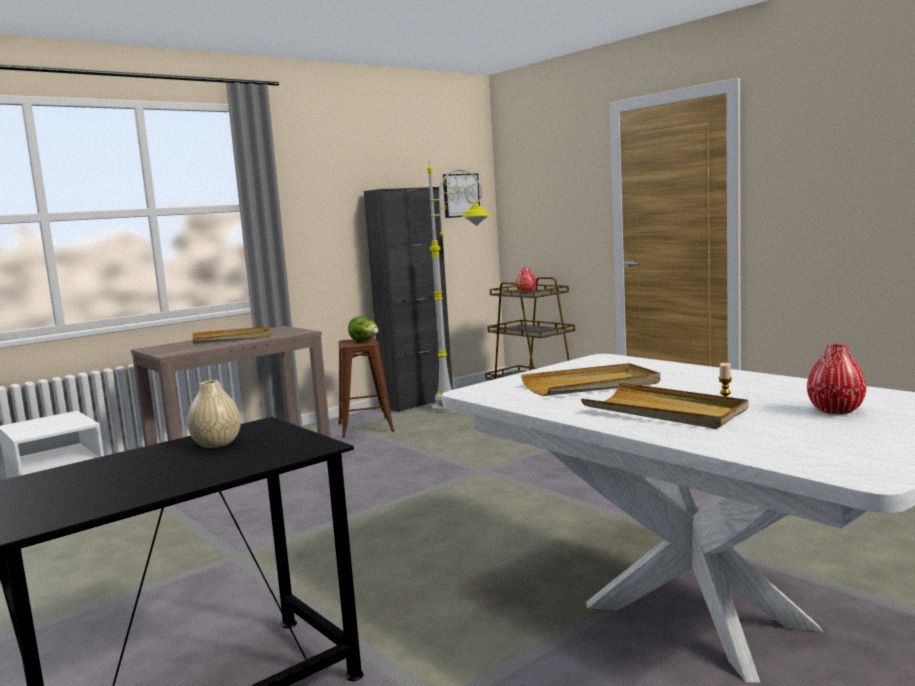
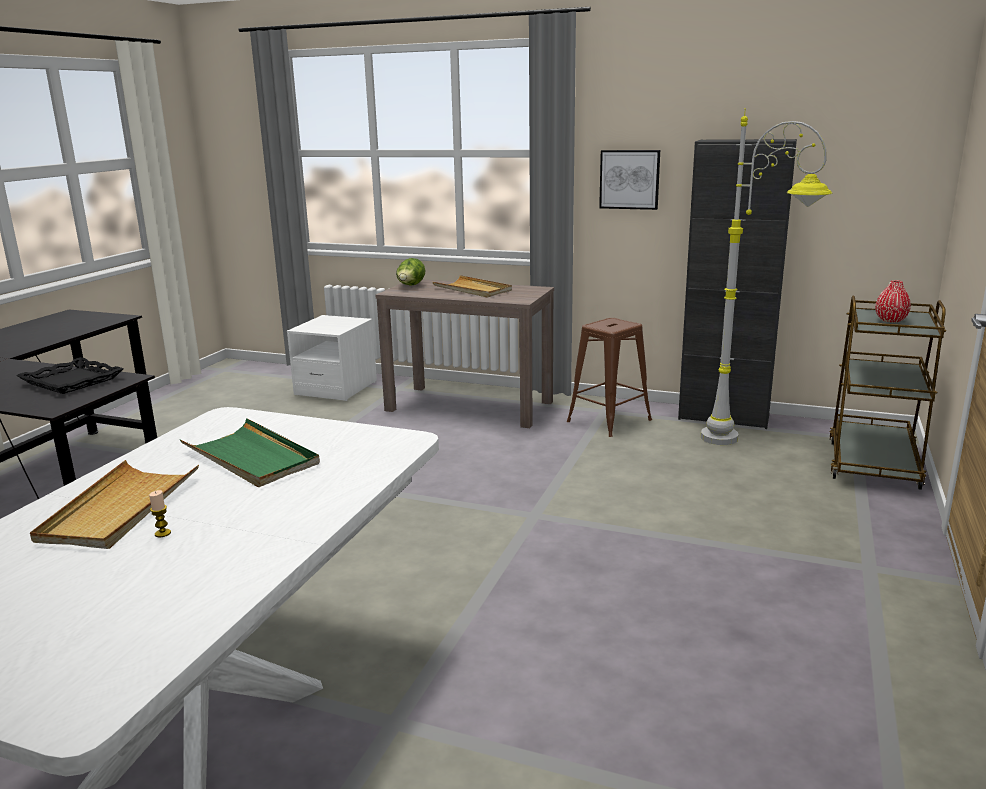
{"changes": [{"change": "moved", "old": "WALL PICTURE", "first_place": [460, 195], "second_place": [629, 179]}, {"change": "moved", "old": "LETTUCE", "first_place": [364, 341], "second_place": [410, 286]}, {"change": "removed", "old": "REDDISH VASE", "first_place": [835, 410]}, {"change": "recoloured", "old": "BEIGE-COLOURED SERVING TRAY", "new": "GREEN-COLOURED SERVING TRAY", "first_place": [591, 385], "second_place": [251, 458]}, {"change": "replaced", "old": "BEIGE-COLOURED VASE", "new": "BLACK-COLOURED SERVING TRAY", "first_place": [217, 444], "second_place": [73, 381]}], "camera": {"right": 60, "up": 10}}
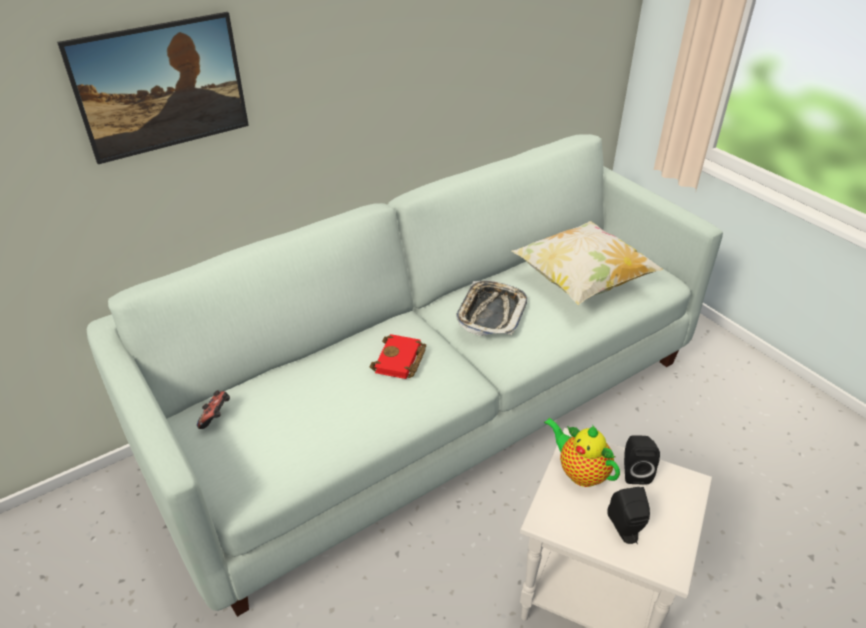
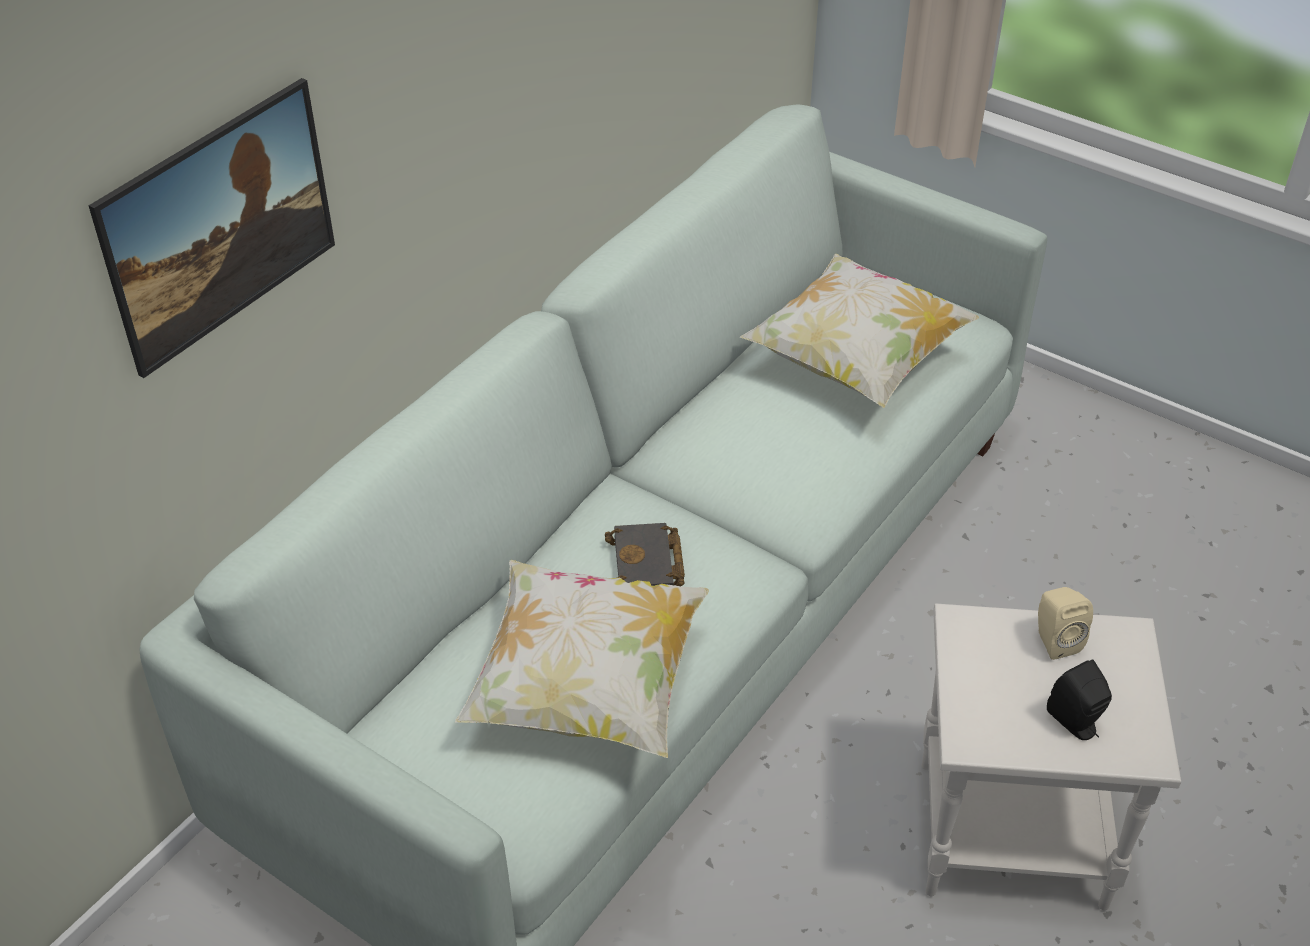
{"changes": [{"change": "removed", "old": "SERVING TRAY", "first_place": [491, 313]}, {"change": "recoloured", "old": "REDDISH BOOK", "new": "BLACK-COLOURED BOOK", "first_place": [400, 361], "second_place": [648, 566]}, {"change": "removed", "old": "JOYPAD", "first_place": [216, 417]}, {"change": "removed", "old": "POT FOR TEA", "first_place": [580, 472]}, {"change": "recoloured", "old": "BLACK-COLOURED AUDIO SPEAKER", "new": "BEIGE-COLOURED AUDIO SPEAKER", "first_place": [634, 472], "second_place": [1054, 640]}, {"change": "added", "new": "THROW PILLOW", "second_place": [587, 687]}], "camera": {"right": -20, "up": 5}}
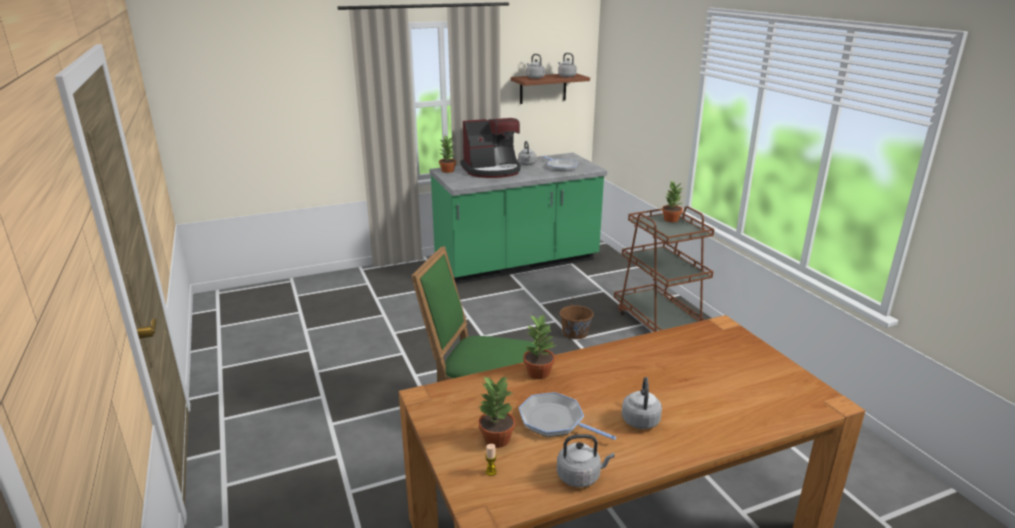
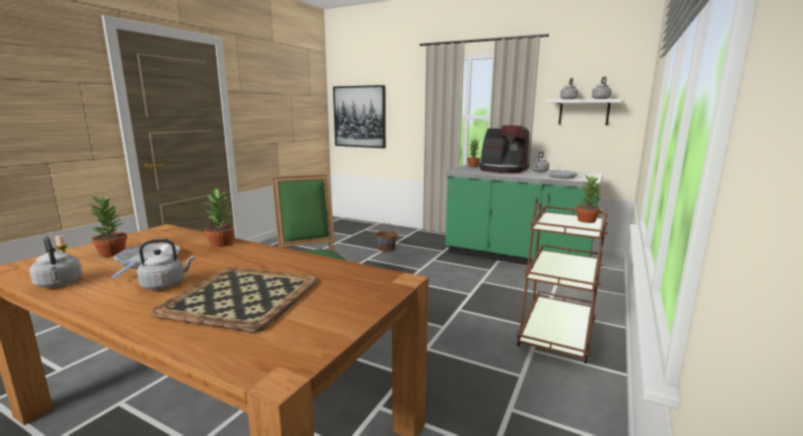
{"changes": [{"change": "recoloured", "old": "BROWN BRACKET SHELF", "new": "WHITE BRACKET SHELF", "first_place": [543, 88], "second_place": [583, 112]}, {"change": "moved", "old": "BROWN PAIL", "first_place": [575, 333], "second_place": [386, 248]}, {"change": "added", "new": "WALL PICTURE", "second_place": [359, 117]}, {"change": "added", "new": "SERVING TRAY", "second_place": [240, 297]}], "camera": {"right": 50, "up": -10}}
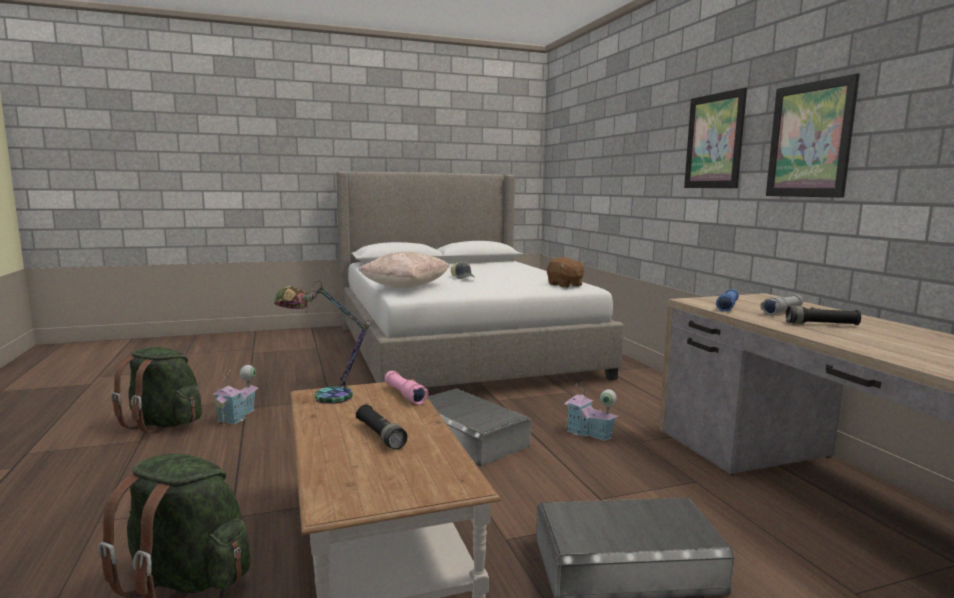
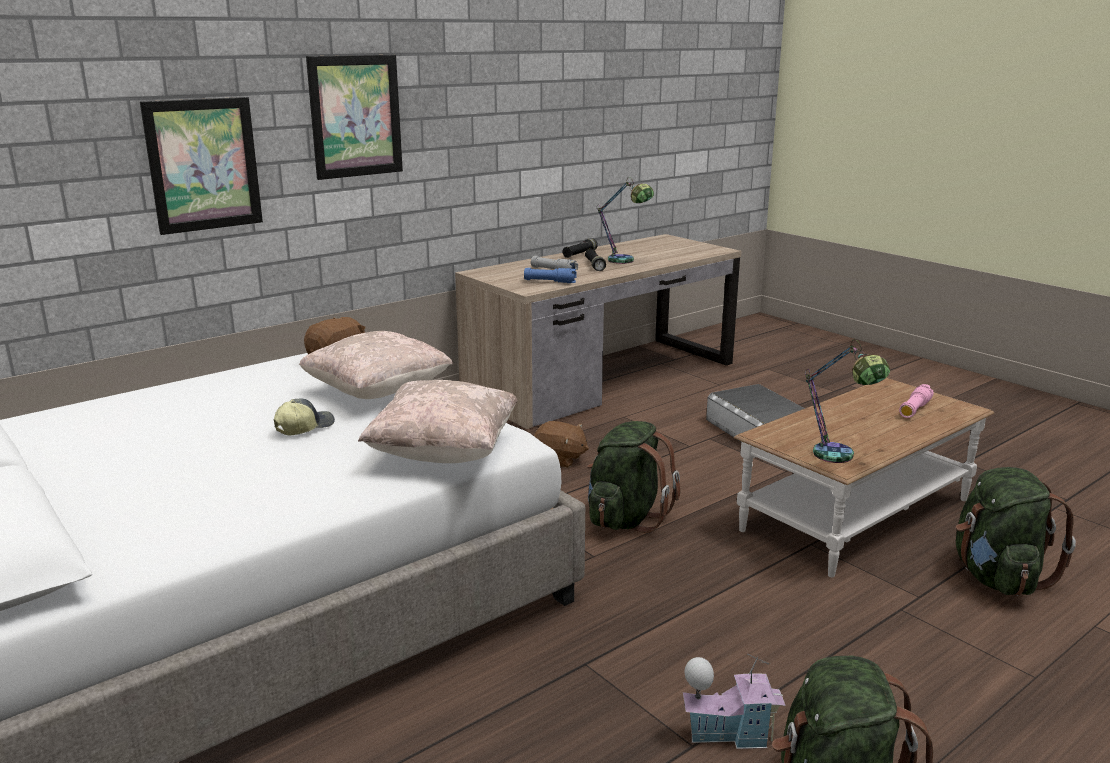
{"changes": [{"change": "moved", "old": "WALL PICTURE", "first_place": [809, 140], "second_place": [203, 165]}, {"change": "moved", "old": "PINKISH HAND TORCH", "first_place": [405, 395], "second_place": [914, 409]}, {"change": "replaced", "old": "TOY HOUSE", "new": "BROWN PLUSH TOY", "first_place": [588, 433], "second_place": [559, 459]}, {"change": "replaced", "old": "GREYISH STORAGE BIN", "new": "GREEN-COLOURED RUCKSACK", "first_place": [467, 437], "second_place": [626, 518]}, {"change": "moved", "old": "BLACK-COLOURED HAND TORCH", "first_place": [380, 435], "second_place": [579, 254]}, {"change": "added", "new": "TABLE LAMP", "second_place": [625, 262]}, {"change": "added", "new": "BEIGE-COLOURED THROW PILLOW", "second_place": [377, 392]}], "camera": {"right": -110, "up": 10}}
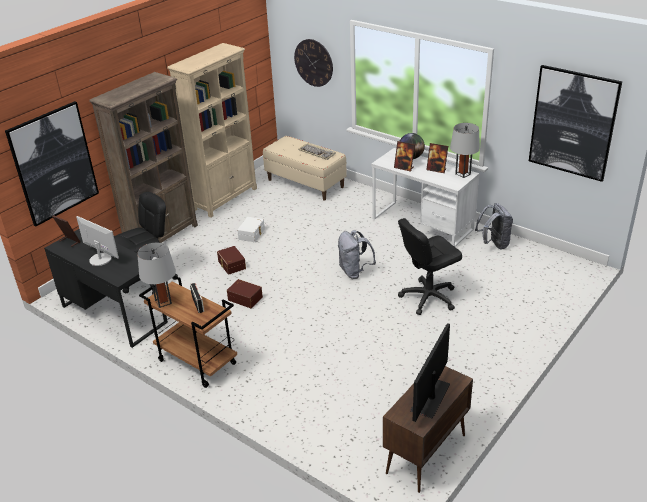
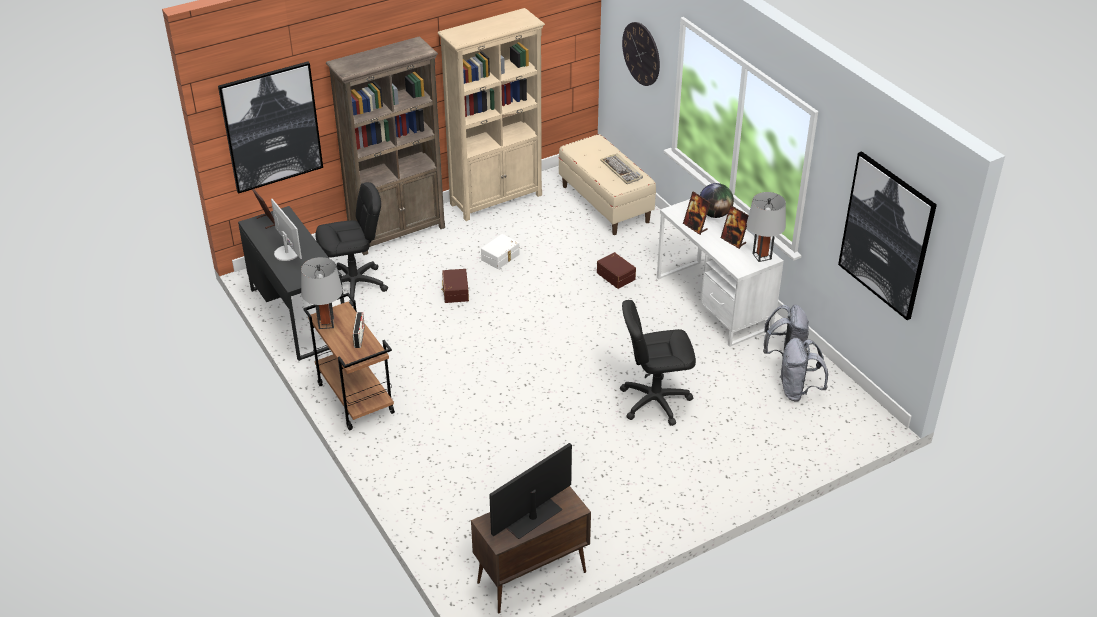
{"changes": [{"change": "moved", "old": "GREYISH RUCKSACK", "first_place": [355, 272], "second_place": [798, 391]}, {"change": "moved", "old": "BROWN STORAGE BIN", "first_place": [245, 298], "second_place": [616, 275]}], "camera": {"right": 20, "up": 5}}
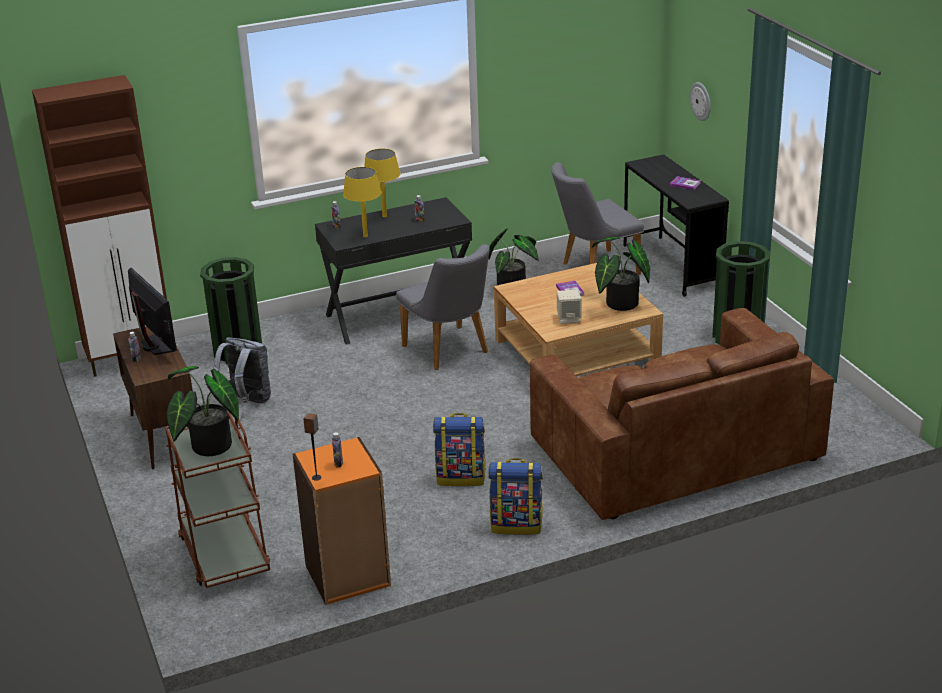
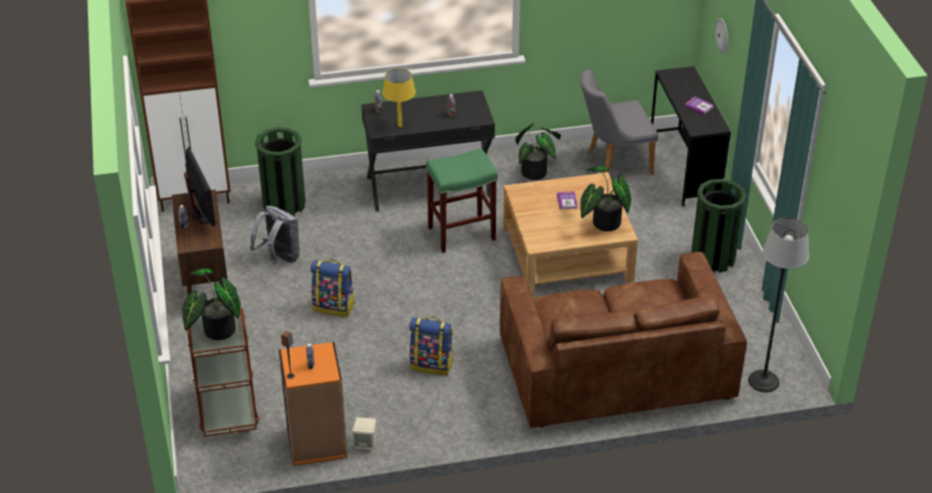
{"changes": [{"change": "removed", "old": "YELLOWISH TABLE LAMP", "first_place": [384, 216]}, {"change": "replaced", "old": "GREYISH CHAIR", "new": "GREEN-COLOURED STOOL SEAT", "first_place": [450, 352], "second_place": [460, 234]}, {"change": "moved", "old": "BEIGE-COLOURED AUDIO SPEAKER", "first_place": [569, 318], "second_place": [365, 443]}, {"change": "moved", "old": "RUCKSACK", "first_place": [517, 524], "second_place": [334, 306]}, {"change": "added", "new": "STANDARD LAMP", "second_place": [763, 381]}], "camera": {"right": 10, "up": 10}}
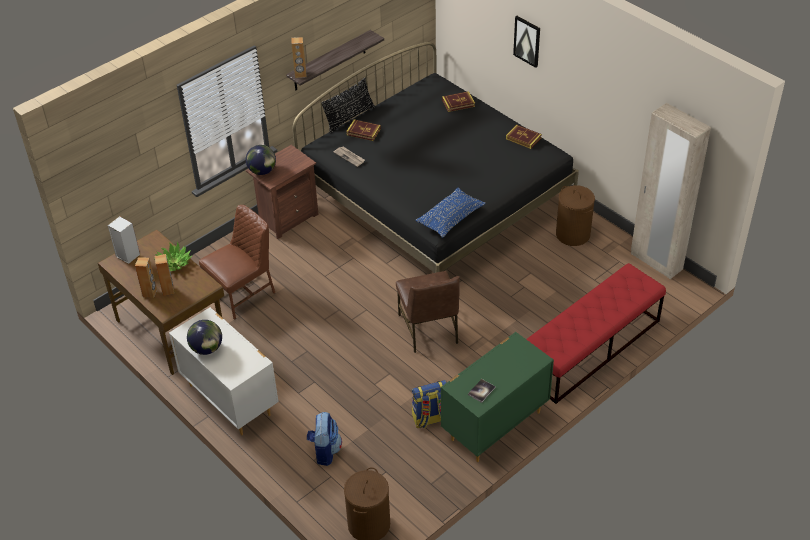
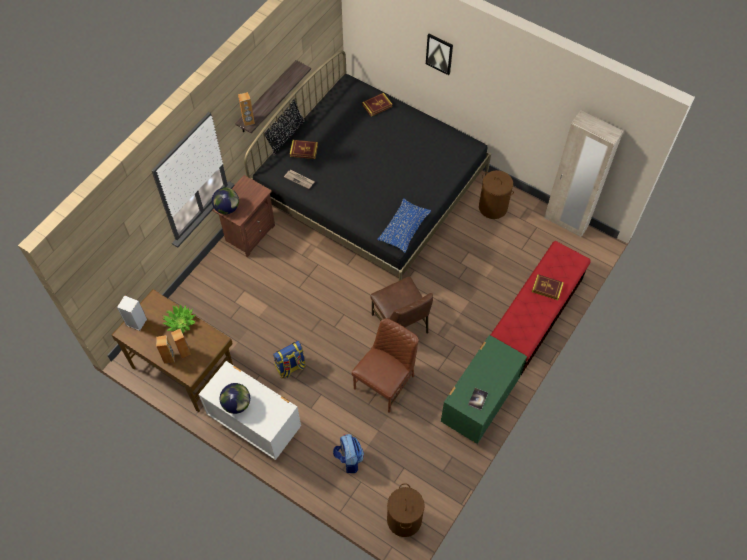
{"changes": [{"change": "moved", "old": "BOOK", "first_place": [523, 138], "second_place": [547, 288]}, {"change": "moved", "old": "BROWN CHAIR", "first_place": [243, 293], "second_place": [385, 382]}, {"change": "moved", "old": "RUCKSACK", "first_place": [430, 419], "second_place": [290, 367]}], "camera": {"right": -15, "up": 15}}
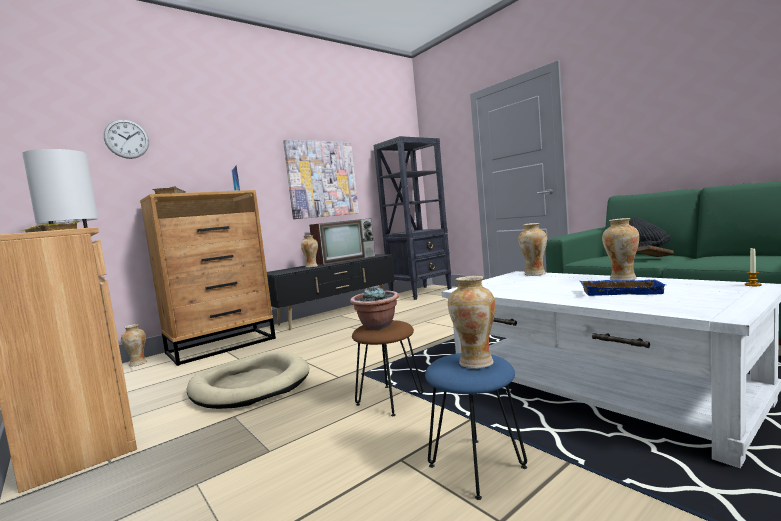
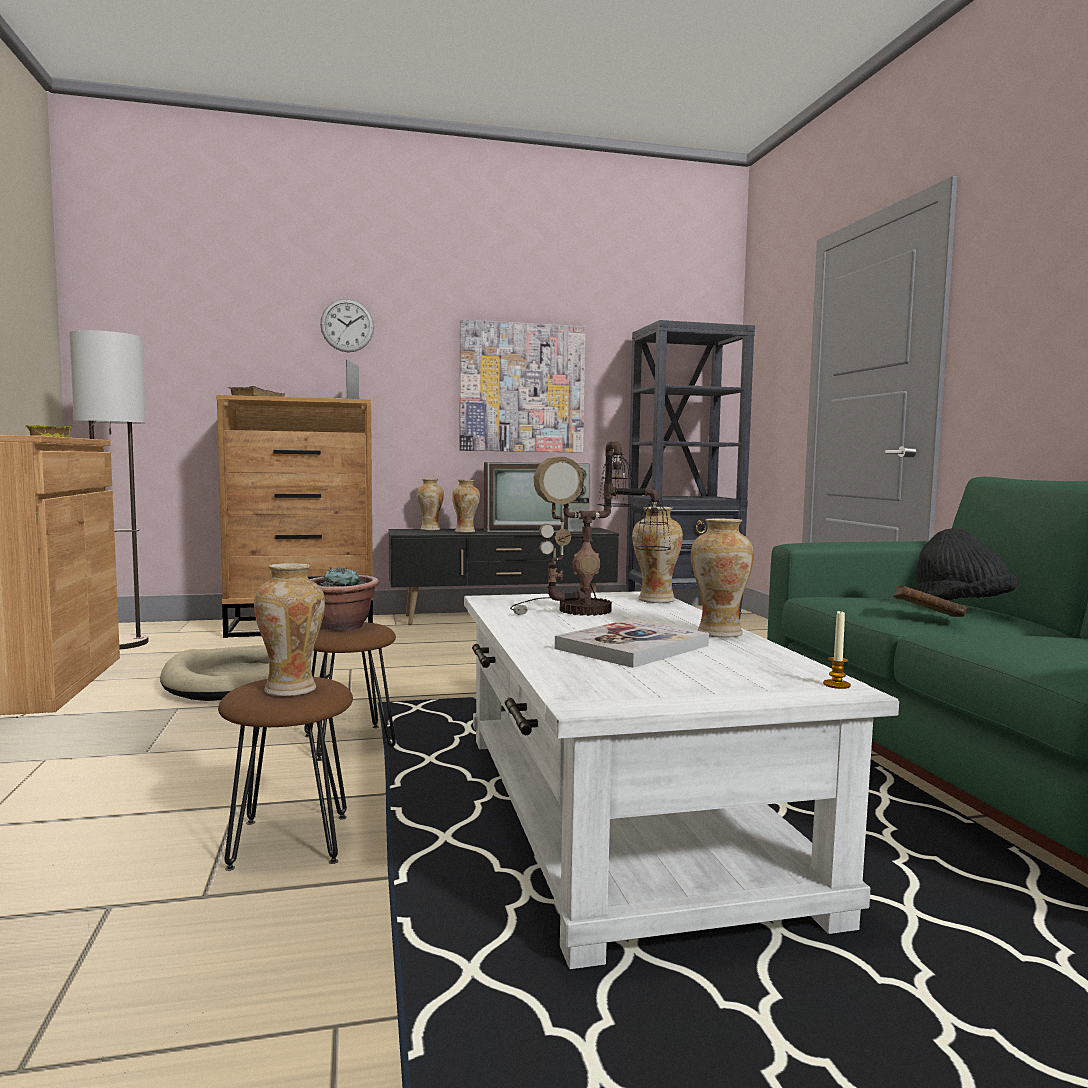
{"changes": [{"change": "moved", "old": "WALL CLOCK", "first_place": [127, 139], "second_place": [347, 325]}, {"change": "replaced", "old": "BLUISH SERVING TRAY", "new": "BOOK", "first_place": [621, 291], "second_place": [632, 647]}, {"change": "moved", "old": "VASE", "first_place": [138, 364], "second_place": [430, 529]}, {"change": "recoloured", "old": "BLUISH STOOL SEAT", "new": "BROWN STOOL SEAT", "first_place": [476, 466], "second_place": [290, 840]}, {"change": "added", "new": "TABLE LAMP", "second_place": [589, 611]}], "camera": {"right": 25, "up": 0}}
